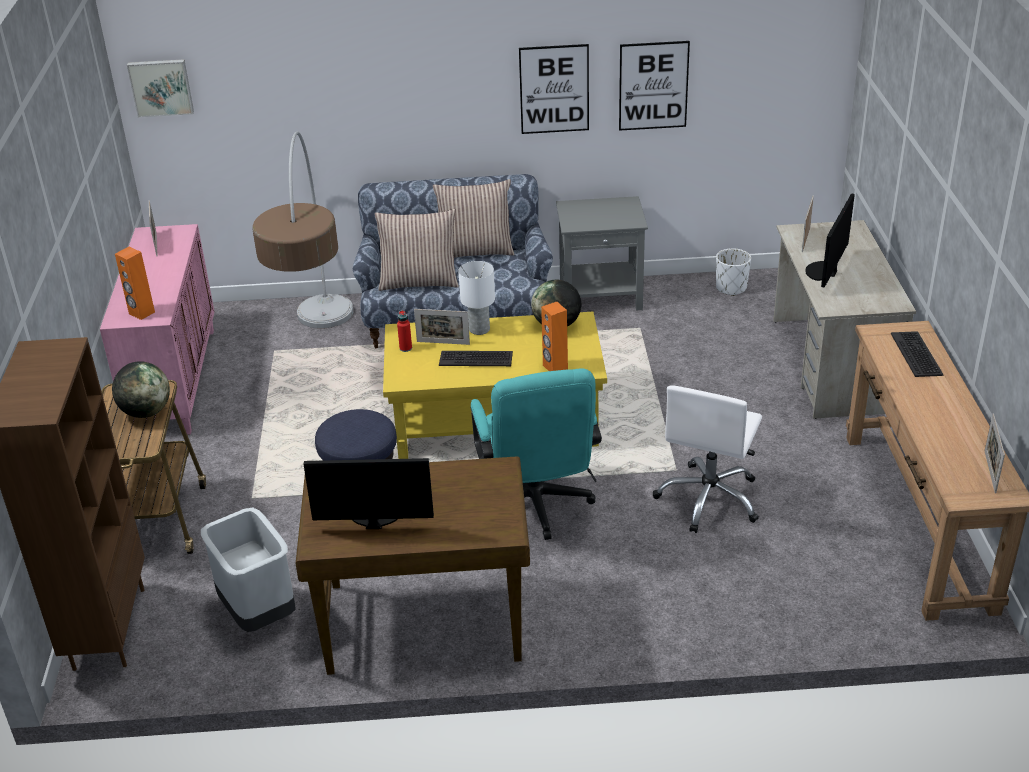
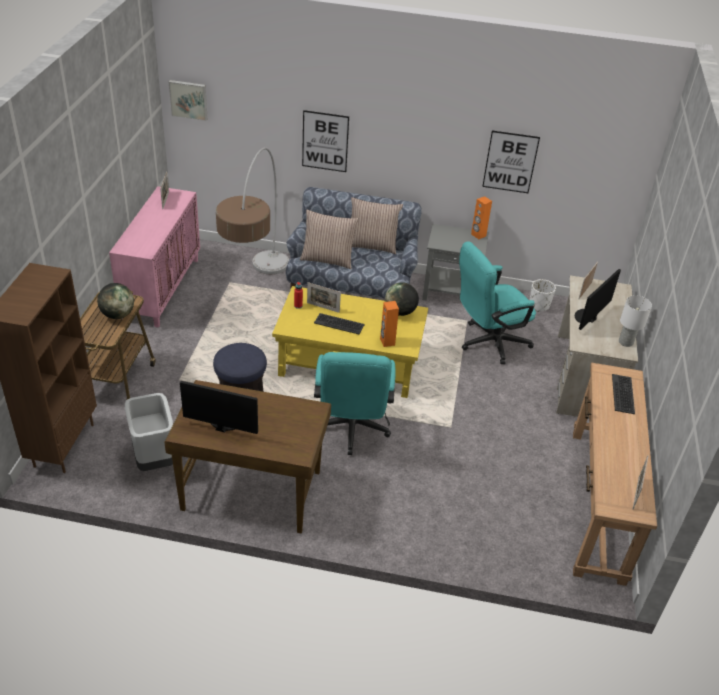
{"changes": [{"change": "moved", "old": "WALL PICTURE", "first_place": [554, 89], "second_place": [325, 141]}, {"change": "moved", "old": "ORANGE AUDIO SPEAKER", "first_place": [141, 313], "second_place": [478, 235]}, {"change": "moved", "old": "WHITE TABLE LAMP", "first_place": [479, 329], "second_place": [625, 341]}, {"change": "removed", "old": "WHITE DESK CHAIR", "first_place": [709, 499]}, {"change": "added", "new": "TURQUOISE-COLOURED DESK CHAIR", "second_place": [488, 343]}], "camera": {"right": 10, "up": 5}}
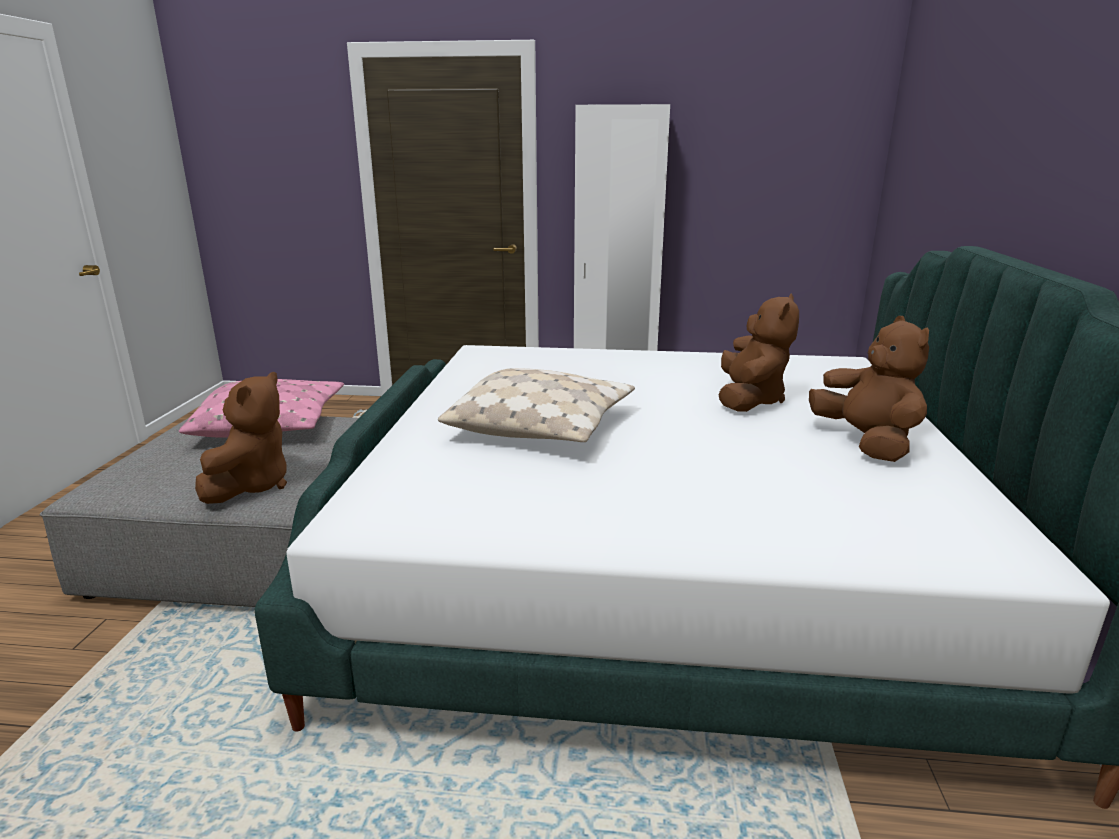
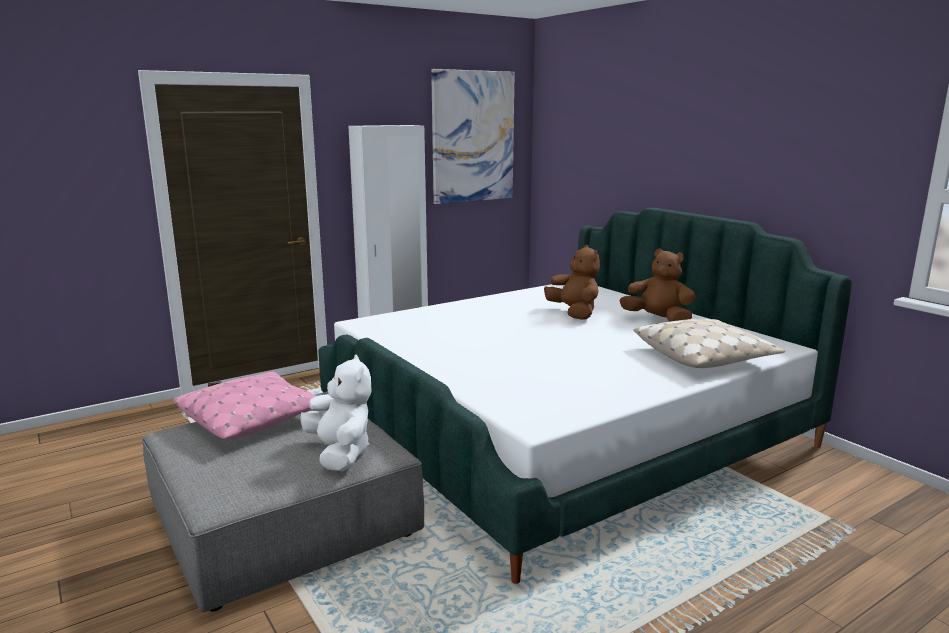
{"changes": [{"change": "moved", "old": "BEIGE-COLOURED THROW PILLOW", "first_place": [542, 426], "second_place": [704, 357]}, {"change": "recoloured", "old": "BROWN PLUSH TOY", "new": "WHITE PLUSH TOY", "first_place": [251, 485], "second_place": [340, 453]}, {"change": "added", "new": "WALL PICTURE", "second_place": [473, 137]}], "camera": {"right": -40, "up": -5}}
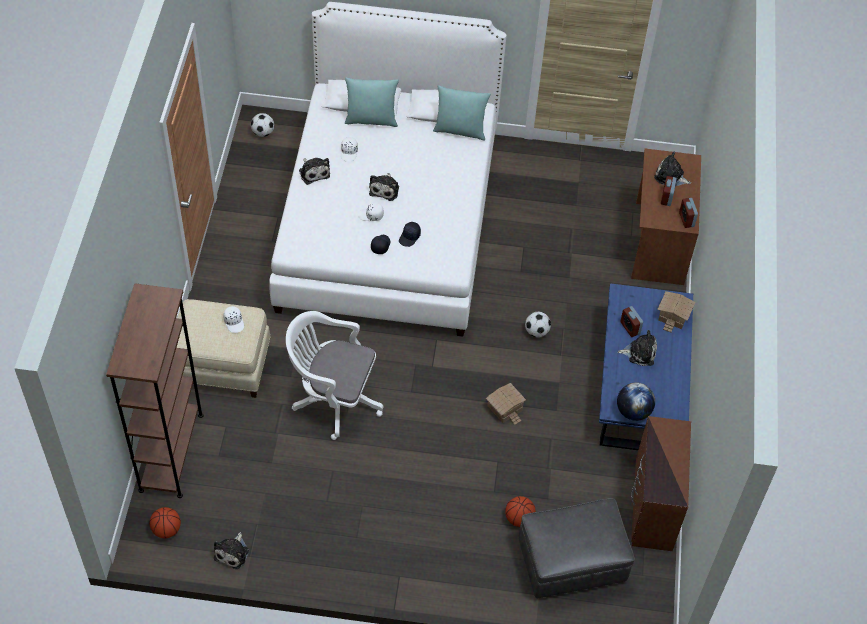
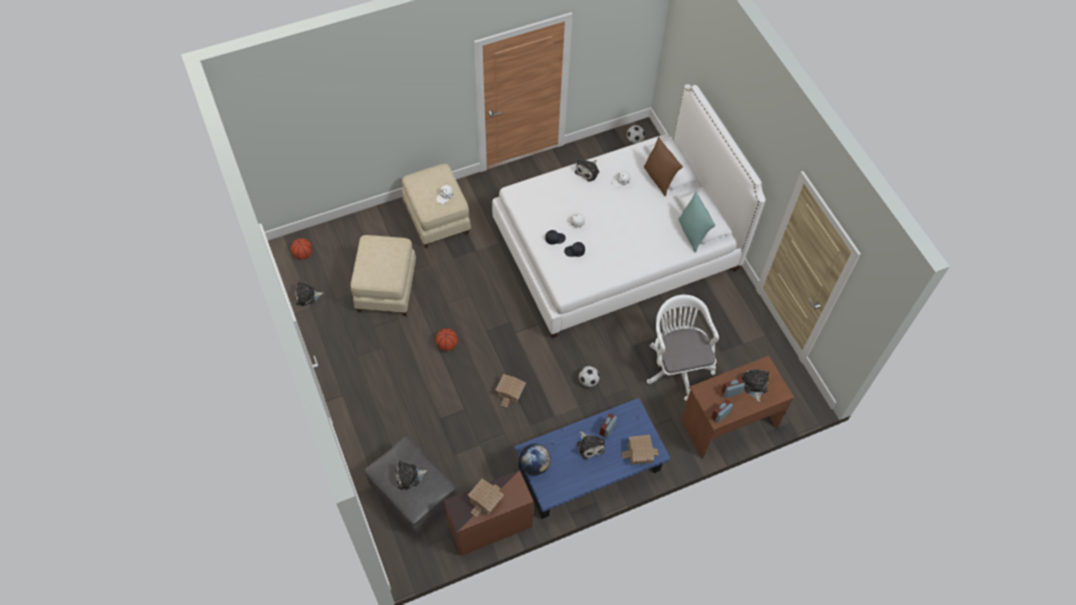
{"changes": [{"change": "recoloured", "old": "TURQUOISE-COLOURED THROW PILLOW", "new": "BROWN THROW PILLOW", "first_place": [371, 119], "second_place": [659, 179]}, {"change": "moved", "old": "PLUSH TOY", "first_place": [385, 189], "second_place": [409, 477]}, {"change": "removed", "old": "BROWN BOOKCASE", "first_place": [171, 452]}, {"change": "moved", "old": "WHITE DESK CHAIR", "first_place": [333, 399], "second_place": [677, 365]}, {"change": "moved", "old": "BASKETBALL", "first_place": [519, 518], "second_place": [447, 345]}, {"change": "added", "new": "BEIGE-COLOURED FOOTREST", "second_place": [385, 287]}, {"change": "added", "new": "TOY HOUSE", "second_place": [485, 500]}], "camera": {"right": 60, "up": 5}}
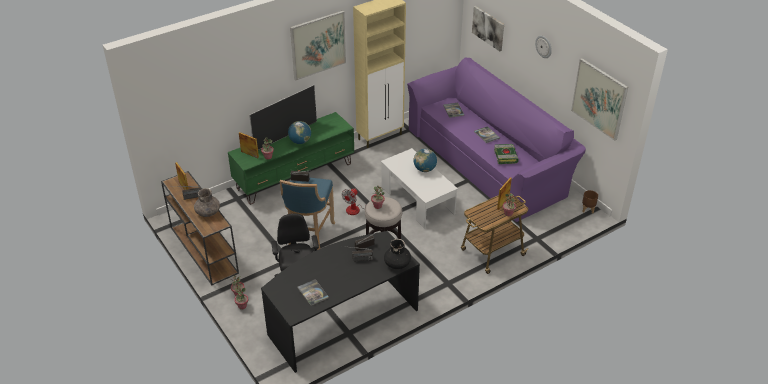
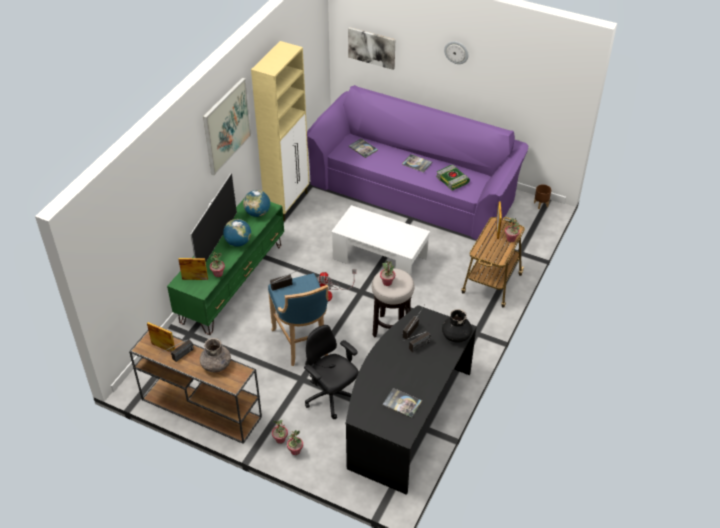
{"changes": [{"change": "removed", "old": "WALL PICTURE", "first_place": [599, 98]}, {"change": "moved", "old": "DESK GLOBE", "first_place": [424, 169], "second_place": [257, 213]}], "camera": {"right": -30, "up": 5}}
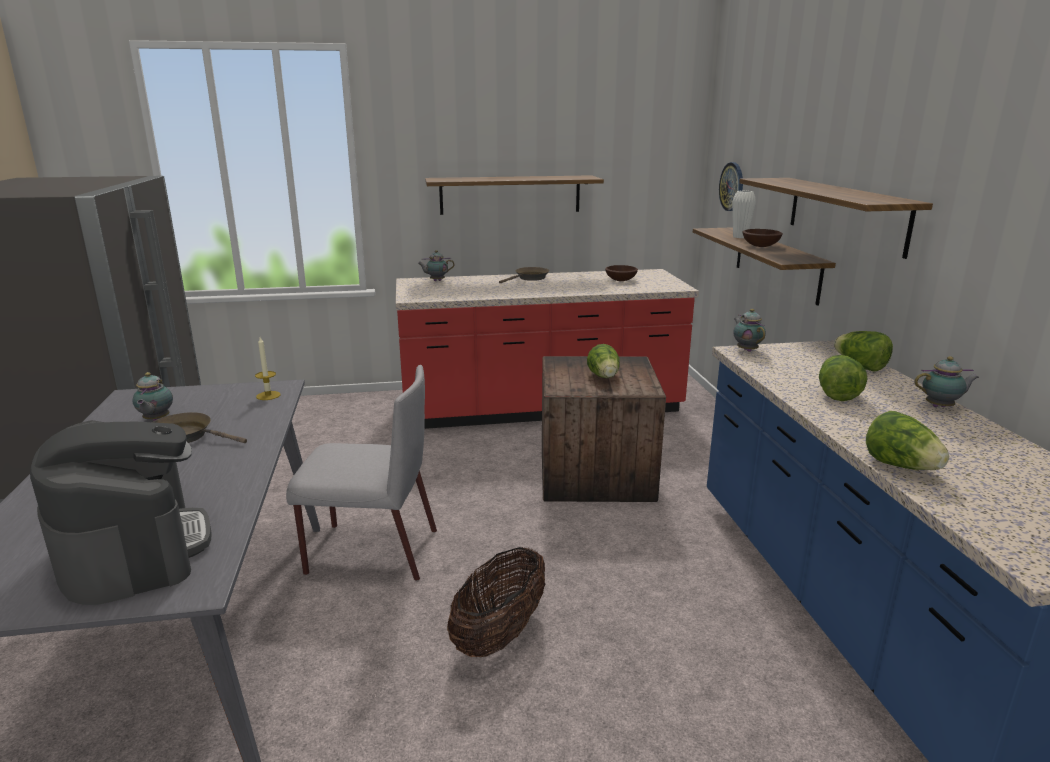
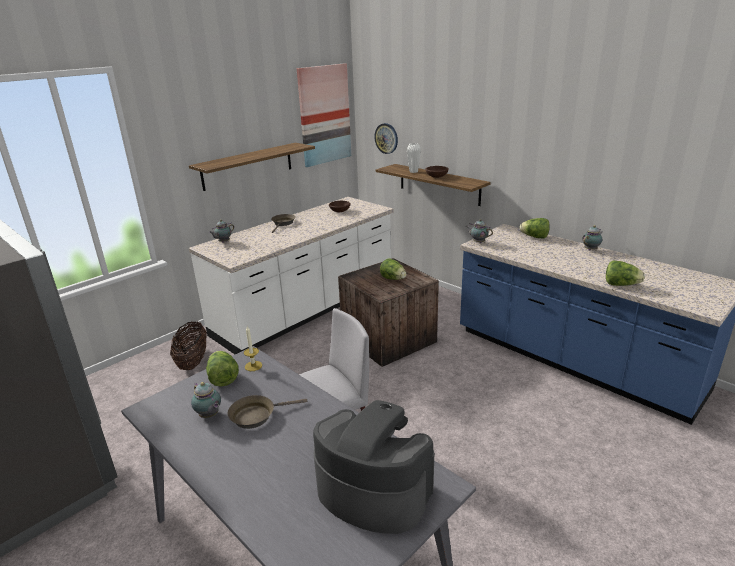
{"changes": [{"change": "removed", "old": "BRACKET SHELF", "first_place": [846, 214]}, {"change": "recoloured", "old": "REDDISH KITCHEN BASE UNIT", "new": "WHITE KITCHEN BASE UNIT", "first_place": [541, 408], "second_place": [307, 310]}, {"change": "moved", "old": "LETTUCE", "first_place": [836, 394], "second_place": [223, 378]}, {"change": "moved", "old": "STORAGE BASKET", "first_place": [499, 634], "second_place": [193, 361]}, {"change": "added", "new": "WALL PICTURE", "second_place": [324, 115]}], "camera": {"right": -35, "up": 5}}
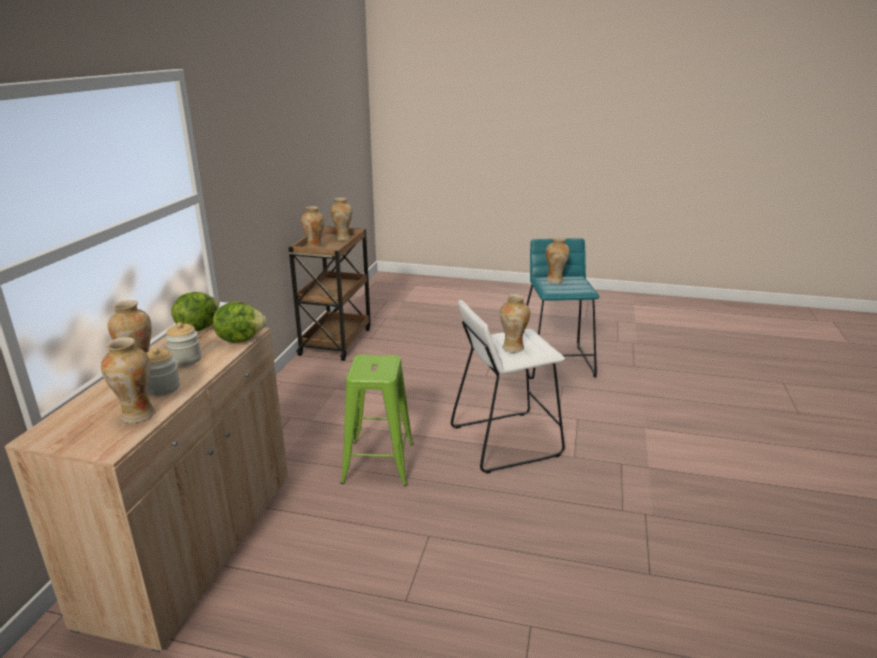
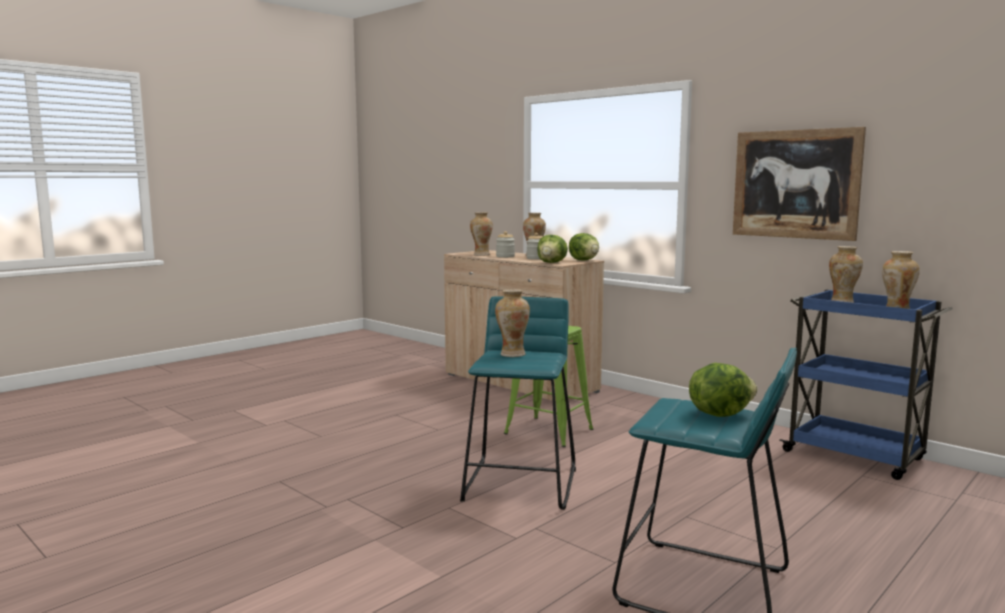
{"changes": [{"change": "recoloured", "old": "BROWN CART", "new": "BLUISH CART", "first_place": [336, 341], "second_place": [856, 456]}, {"change": "replaced", "old": "VASE", "new": "LETTUCE", "first_place": [555, 280], "second_place": [719, 414]}, {"change": "recoloured", "old": "WHITE STOOL SEAT", "new": "TURQUOISE-COLOURED STOOL SEAT", "first_place": [505, 440], "second_place": [521, 484]}, {"change": "added", "new": "WALL PICTURE", "second_place": [795, 184]}], "camera": {"right": 120, "up": -15}}
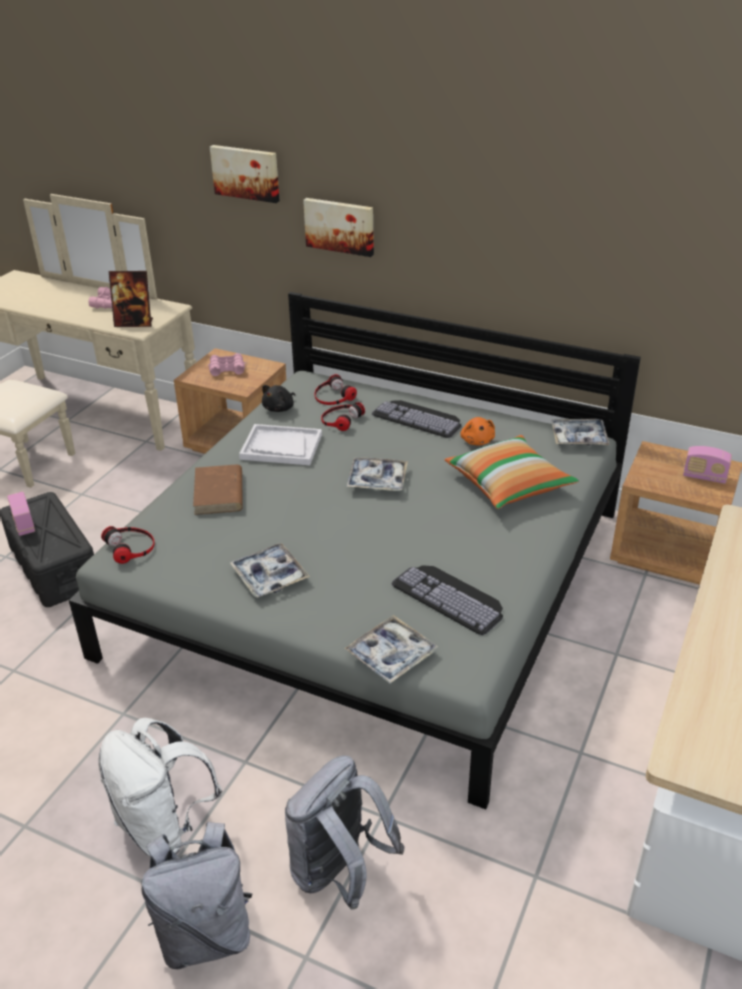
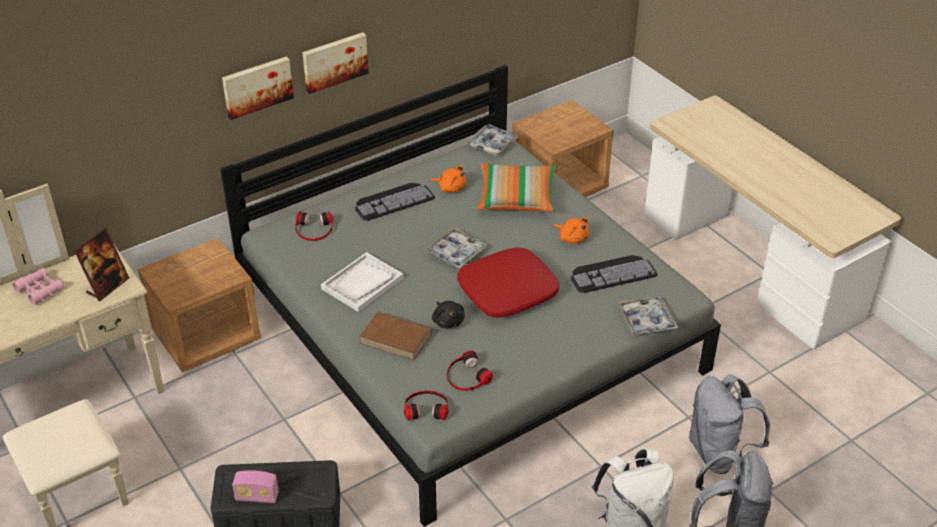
{"changes": [{"change": "moved", "old": "WALL PICTURE", "first_place": [246, 173], "second_place": [334, 61]}, {"change": "removed", "old": "PINKISH BINOCULARS", "first_place": [227, 369]}, {"change": "moved", "old": "BLACK-COLOURED PLUSH TOY", "first_place": [280, 408], "second_place": [448, 321]}, {"change": "moved", "old": "PAIR OF HEADPHONES", "first_place": [340, 419], "second_place": [467, 377]}, {"change": "removed", "old": "RADIO SET", "first_place": [704, 477]}, {"change": "removed", "old": "SERVING TRAY", "first_place": [269, 576]}, {"change": "added", "new": "ORANGE PLUSH TOY", "second_place": [572, 238]}, {"change": "added", "new": "REDDISH THROW PILLOW", "second_place": [507, 291]}], "camera": {"right": -60, "up": 5}}
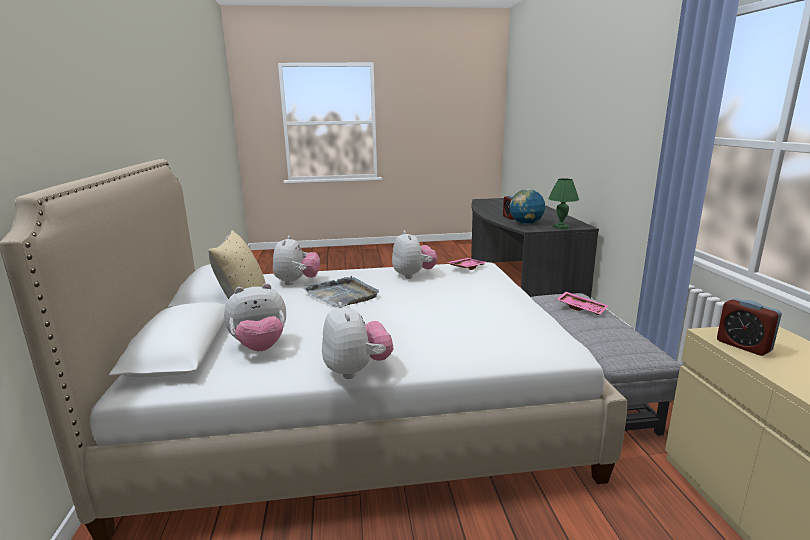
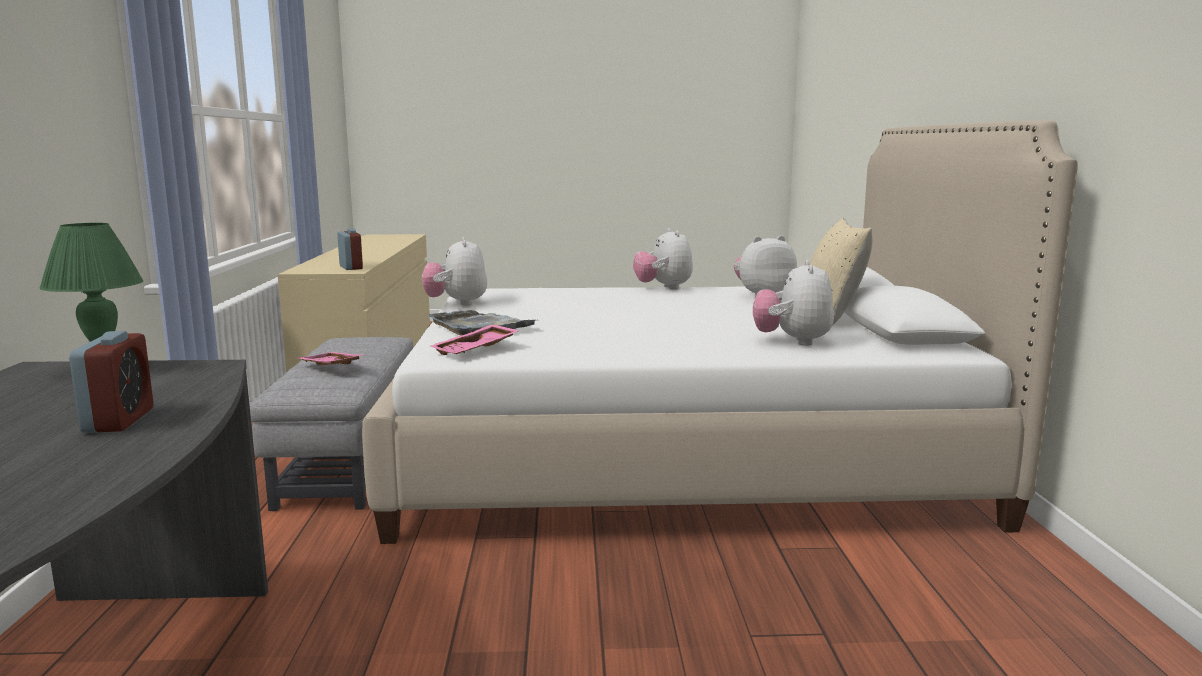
{"changes": [{"change": "removed", "old": "DESK GLOBE", "first_place": [526, 223]}, {"change": "moved", "old": "PLUSH TOY", "first_place": [413, 275], "second_place": [456, 303]}, {"change": "moved", "old": "GREYISH SERVING TRAY", "first_place": [342, 295], "second_place": [480, 326]}], "camera": {"right": -175, "up": -5}}
